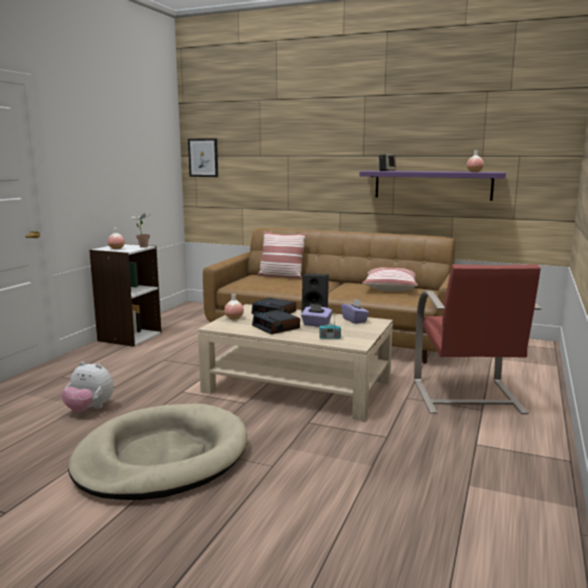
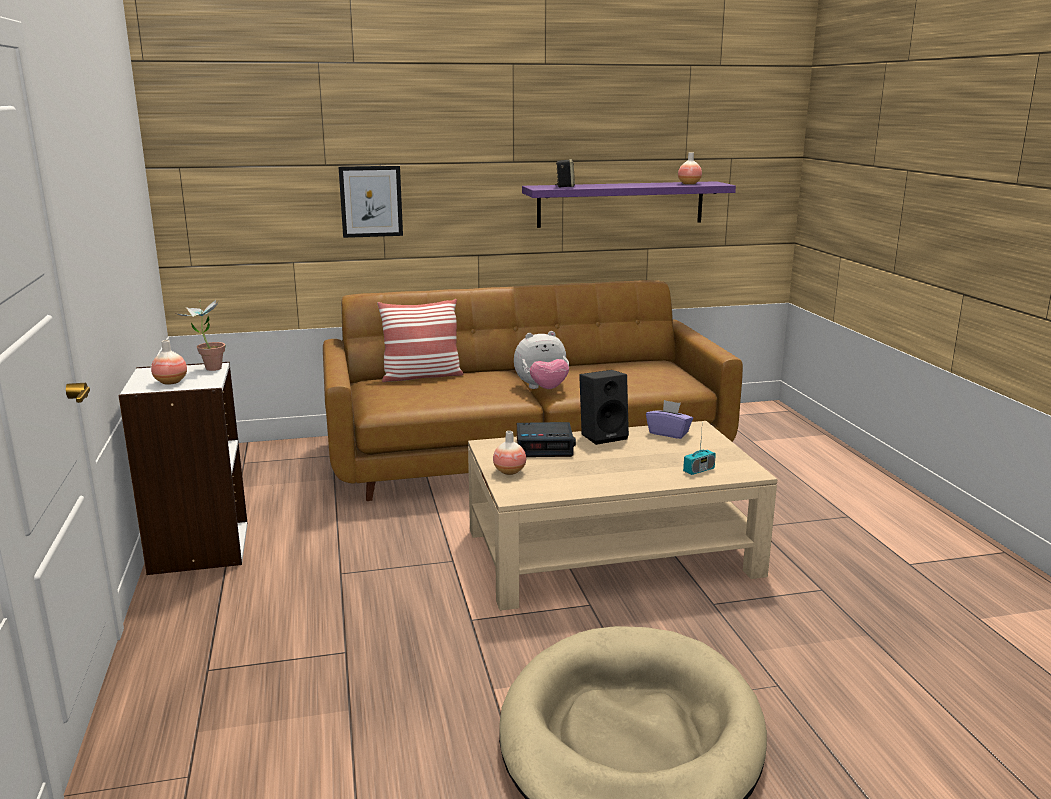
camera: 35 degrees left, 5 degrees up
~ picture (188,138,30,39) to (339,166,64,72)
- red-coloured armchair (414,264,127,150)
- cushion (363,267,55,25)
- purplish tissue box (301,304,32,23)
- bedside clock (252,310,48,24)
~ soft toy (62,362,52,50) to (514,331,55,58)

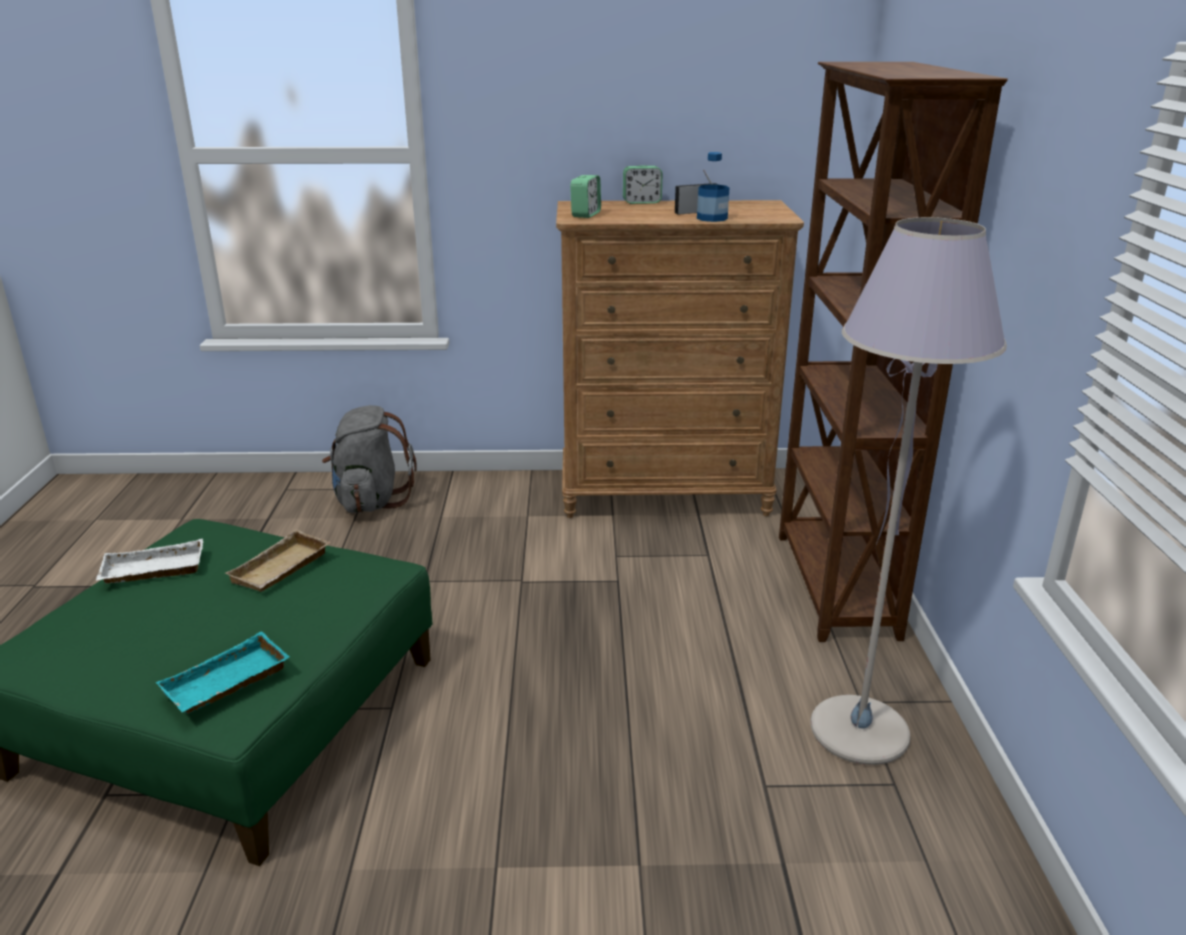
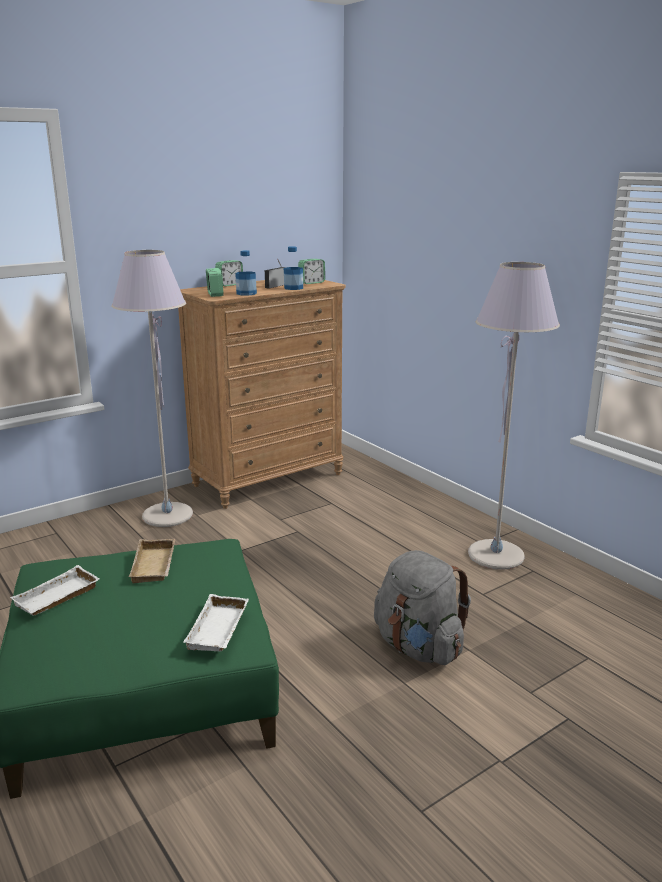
camera: 35 degrees left, 5 degrees down
- brown-coloured bookcase (779,62,229,580)
~ gray backpack (322,405,94,108) to (374,550,97,115)
~ turquoise-coloured tray (156,631,134,83) to white-coloured tray (183,594,66,58)
+ gray floor lamp (111,250,82,277)
+ beverage bottle (235,250,22,45)
+ bedside clock (298,259,27,25)

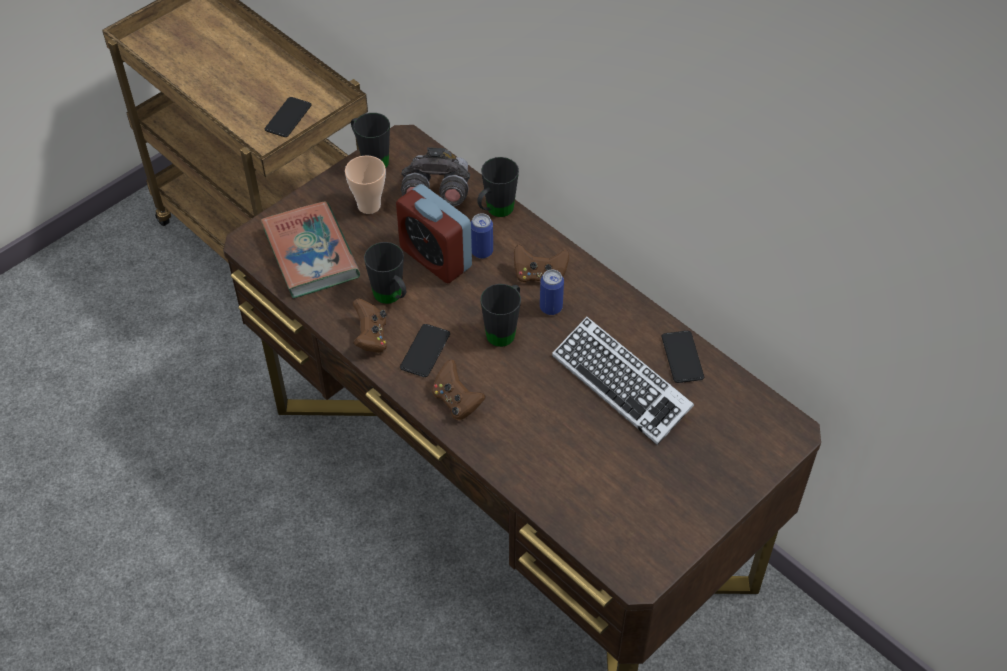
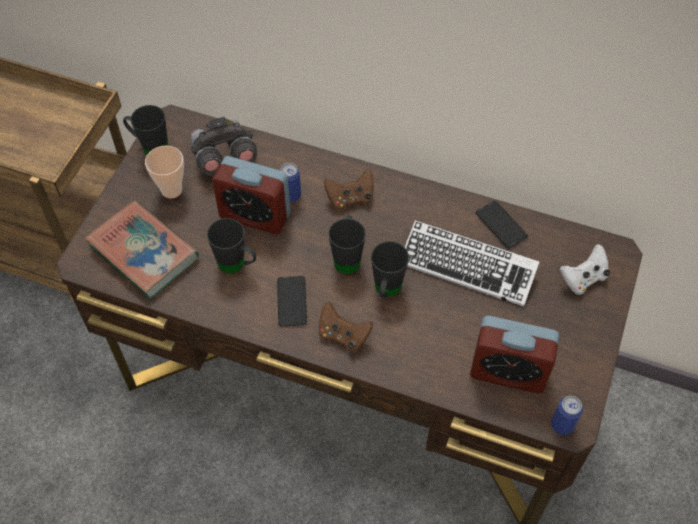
camera: 25 degrees left, 5 degrees up
- telephone (265,97,46,40)
~ black mug (477,157,42,60) to (371,241,38,57)
~ can (540,270,24,45) to (551,396,32,39)
- brown-coloured gamepad (353,298,34,55)
+ white-coloured gamepad (560,244,50,51)
+ bedside clock (470,316,89,78)

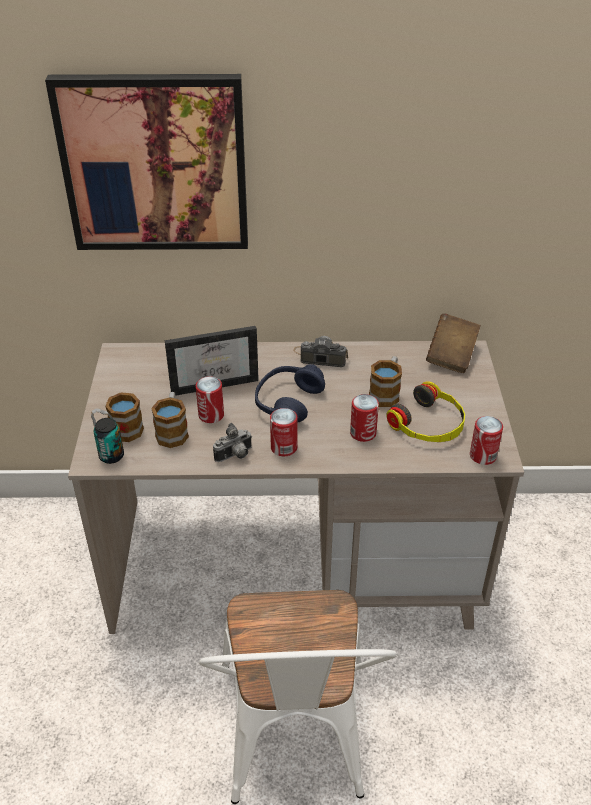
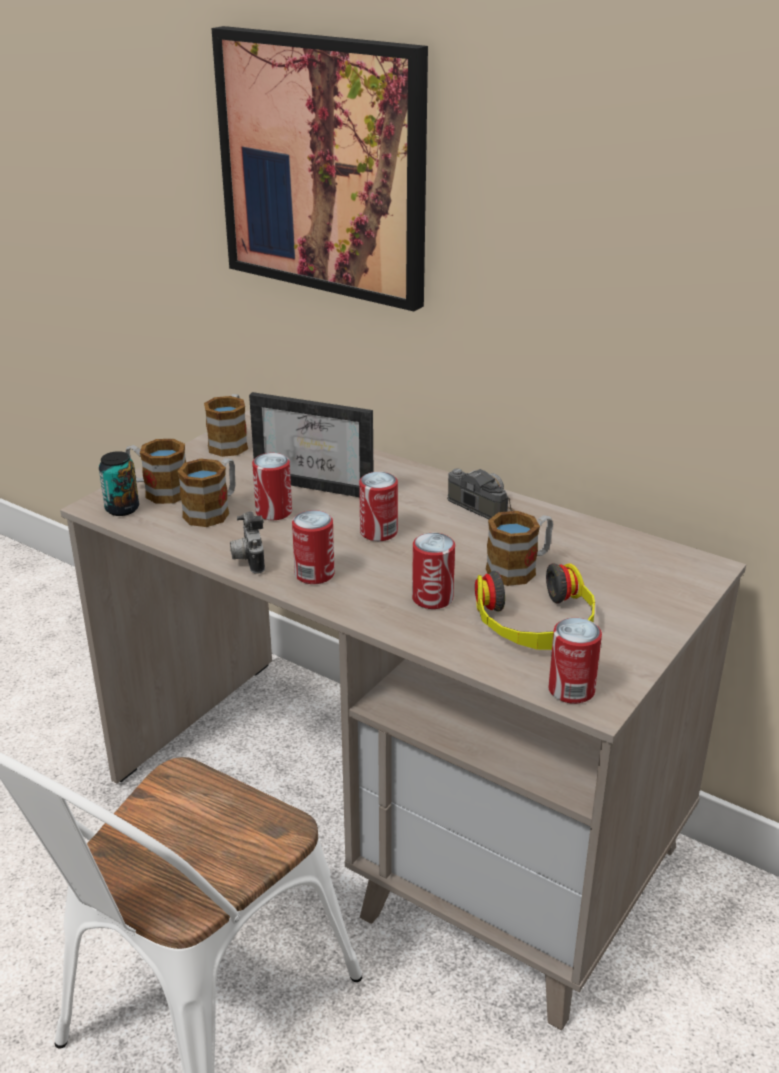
camera: 35 degrees right, 10 degrees down
- brown-coloured bound book (426,313,55,60)
~ blue headset (255,364,70,59) to can (359,472,39,69)
~ photo camera (213,423,39,39) = (230,511,35,63) 75 degrees clockwise
+ mug (204,394,44,63)

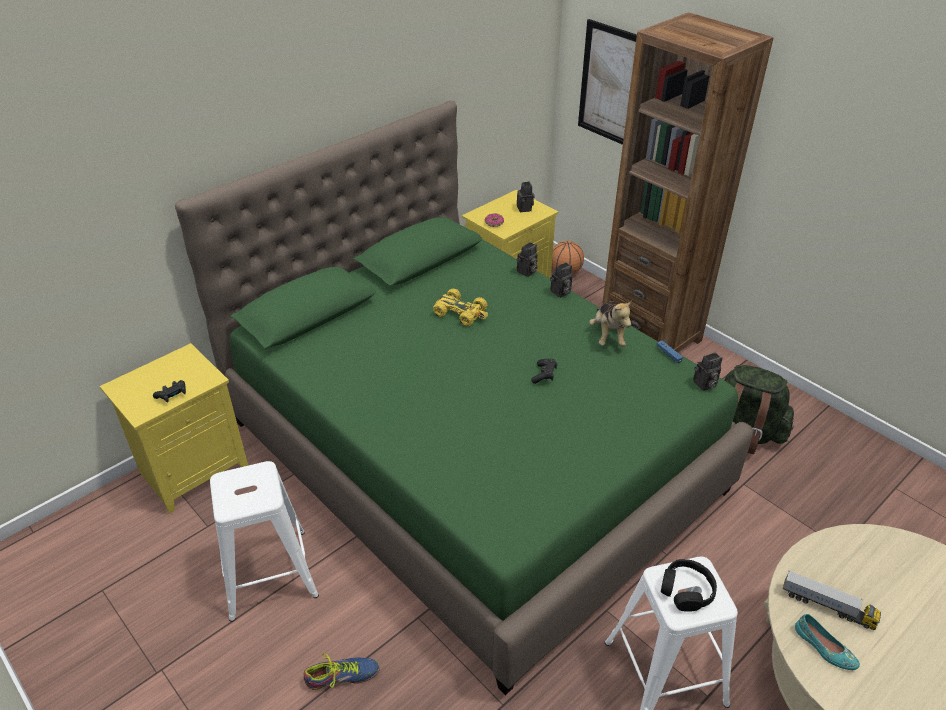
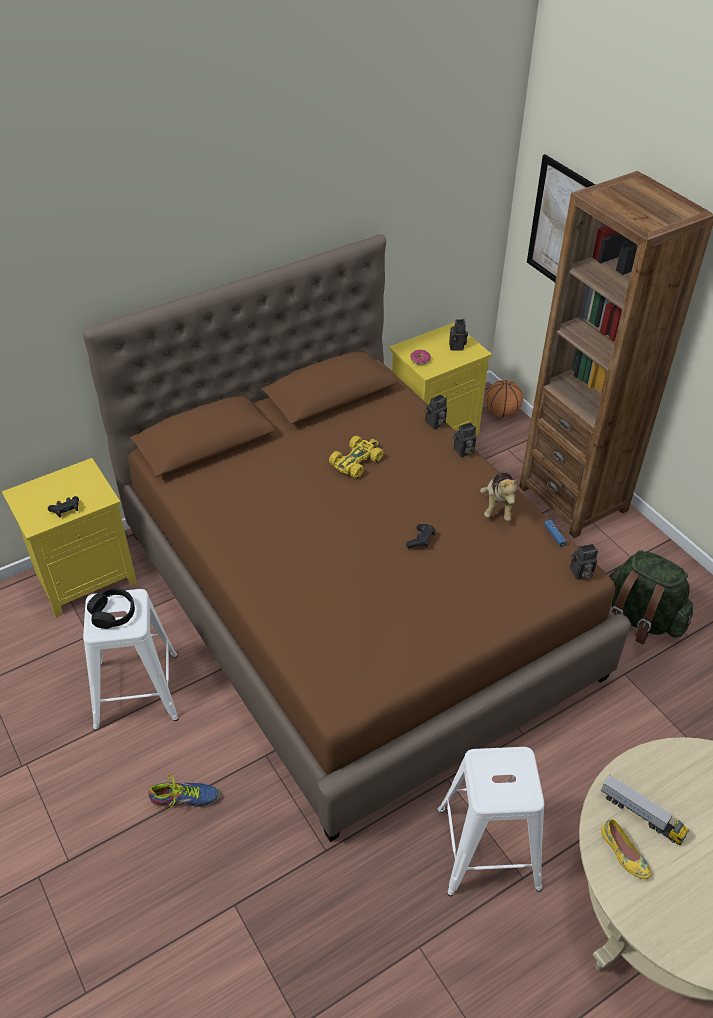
camera: 10 degrees right, 5 degrees up
~ greenish bed (175,101,579,594) to brown-coloured bed (83,234,548,608)
~ yellowish model car (433,289,55,37) = (329,436,54,42) 90 degrees counterclockwise
~ black headset (661,559,56,53) to (87,588,48,41)
~ turquoise-coloured item of footwear (795,614,65,56) to yellowish item of footwear (601,819,51,60)

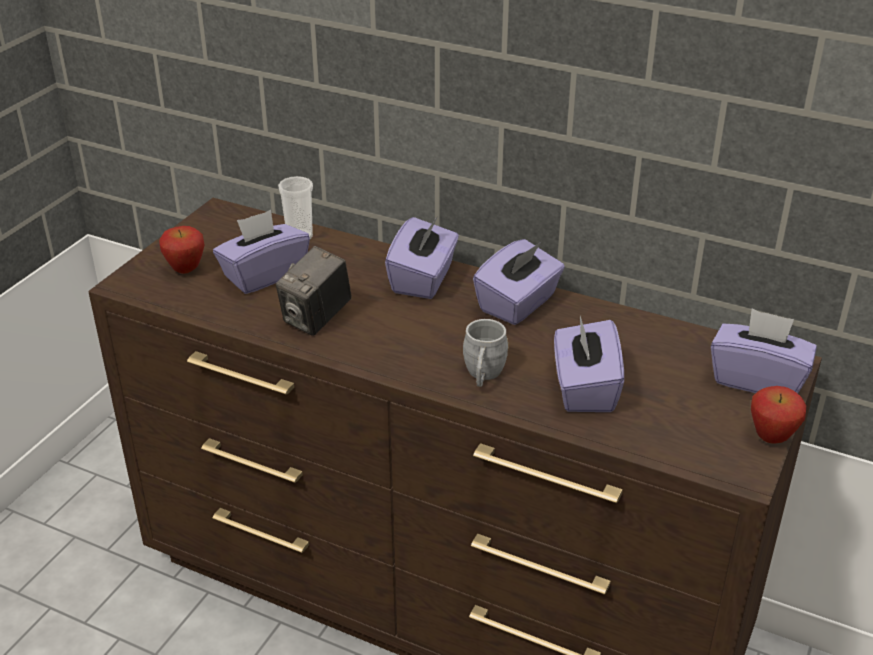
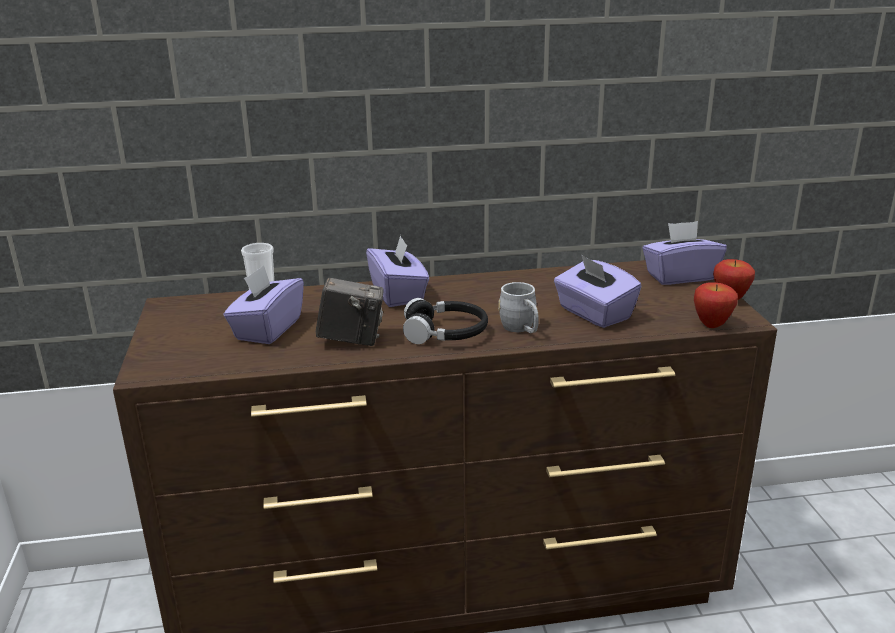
camera: 35 degrees left, 10 degrees down
~ apple (159,226,46,48) to (694,282,44,46)
- purplish tissue box (473,239,92,86)
~ photo camera (276,246,76,90) = (316,278,68,68) 90 degrees counterclockwise
+ black headset (403,298,85,46)

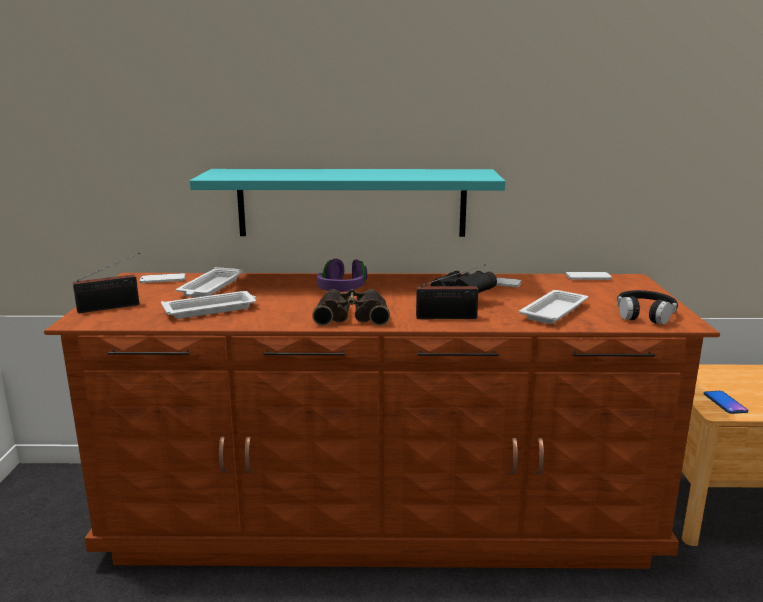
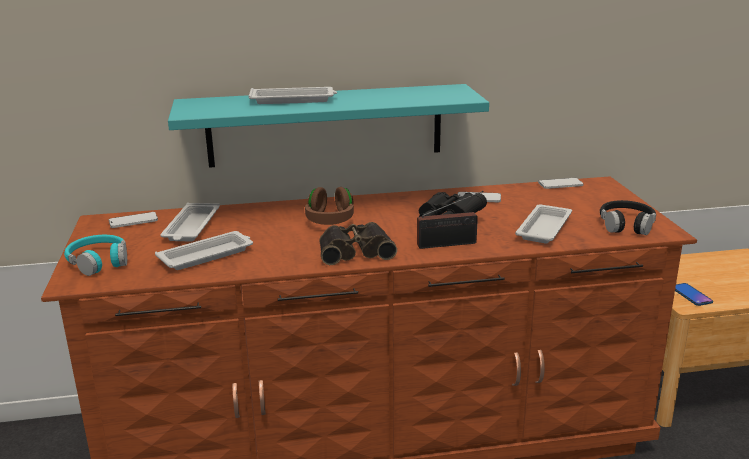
camera: 10 degrees left, 5 degrees up
~ radio set (73,253,67,60) to turquoise-coloured headset (64,235,63,41)
~ purplish headset (317,259,50,33) to brown-coloured headset (305,187,49,38)
+ white-coloured tray (249,87,88,17)

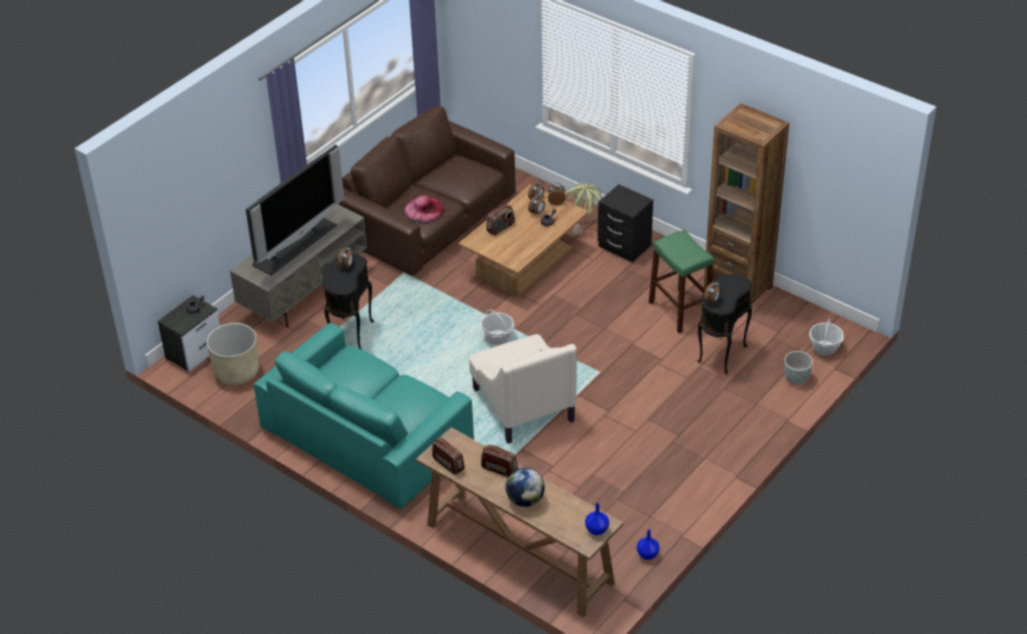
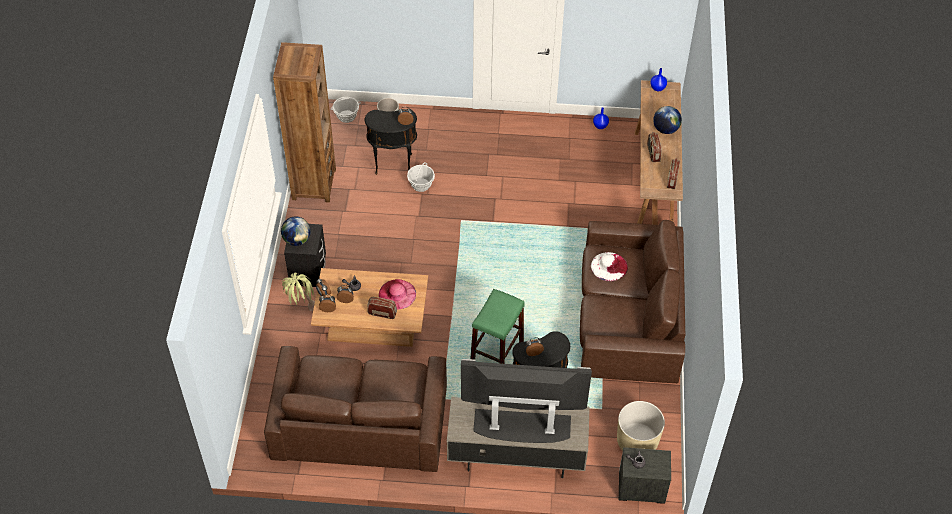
camera: 125 degrees left, 10 degrees up
~ pink-coloured wearable hat (405,195,40,27) to (379,279,37,31)
~ greenish stool (649,230,65,103) to (470,289,55,75)
~ household basket (481,310,33,35) to (407,162,28,30)
~ turquoise-coloured couch (254,323,220,186) to brown-coloured couch (580,220,105,163)
- beige armchair (469,334,108,110)
+ world globe (281,217,30,29)
+ white-coloured wearable hat (591,252,37,29)

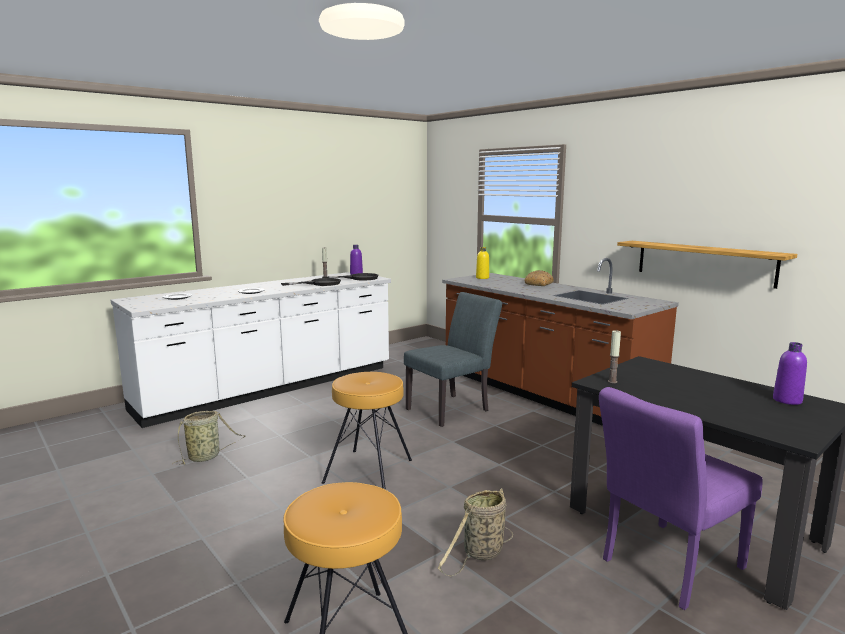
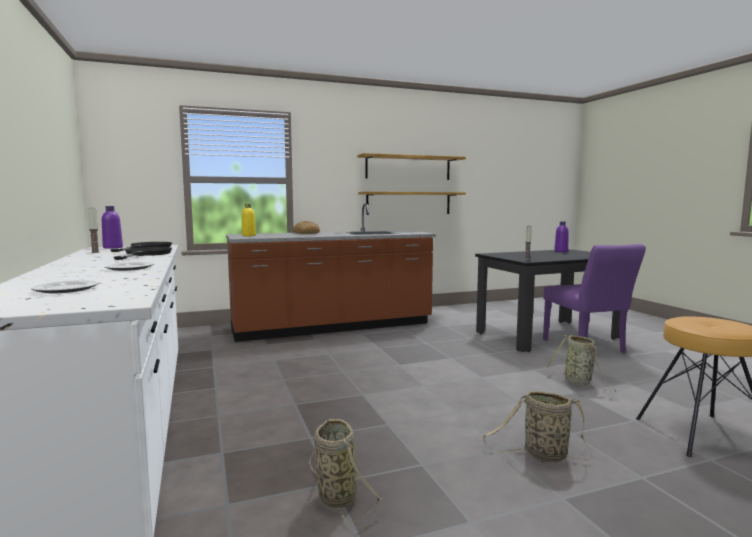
camera: 70 degrees left, 5 degrees down
- gray upright chair (404,292,98,135)
- brown-coloured stool (322,372,90,118)
+ bracket shelf (357,153,109,27)
+ household basket (482,391,110,71)

